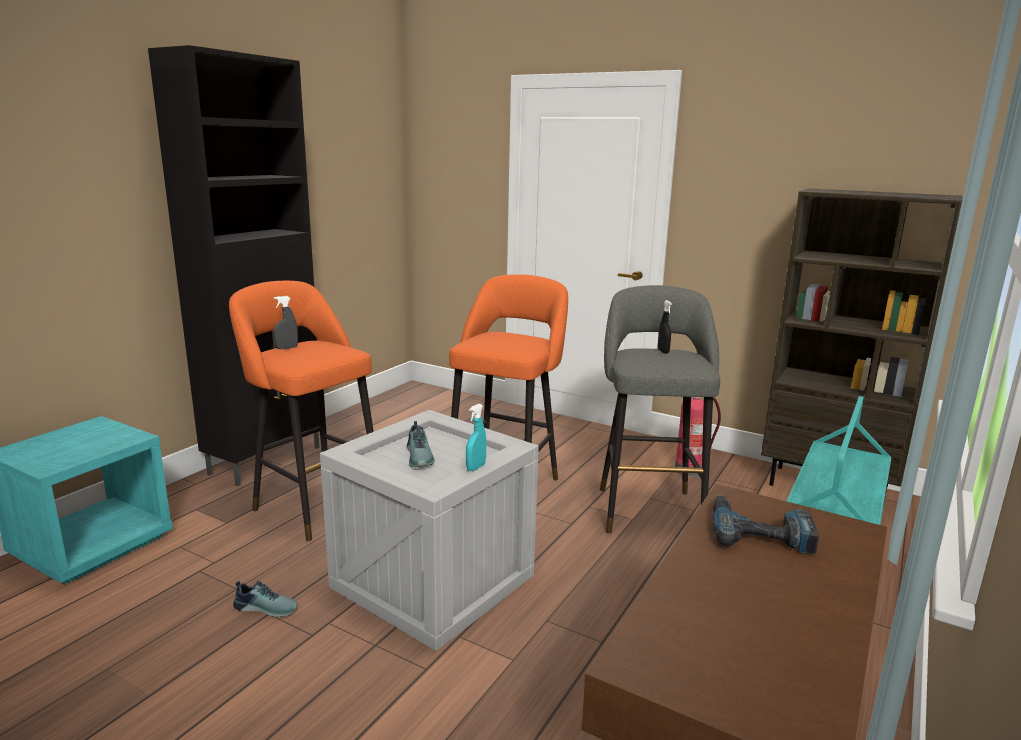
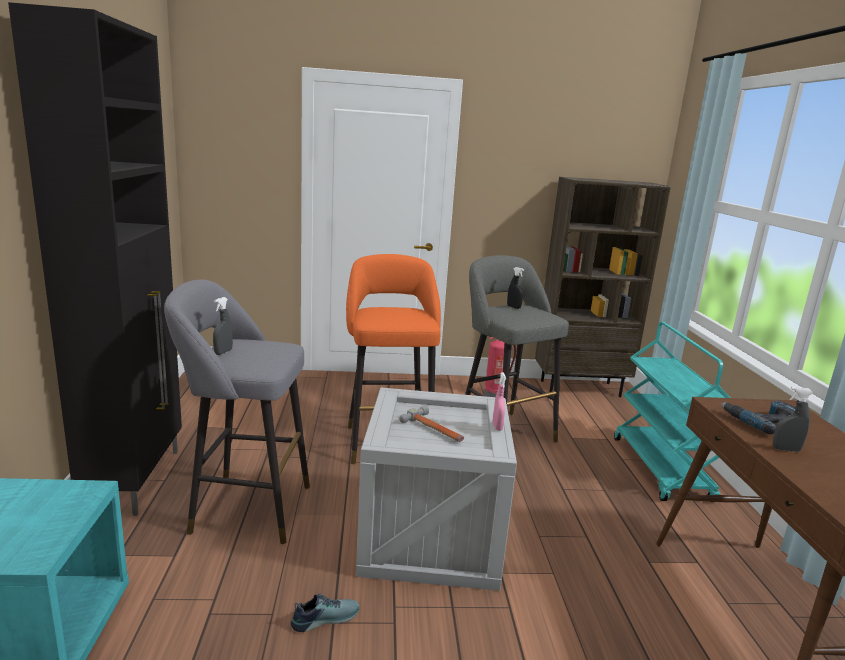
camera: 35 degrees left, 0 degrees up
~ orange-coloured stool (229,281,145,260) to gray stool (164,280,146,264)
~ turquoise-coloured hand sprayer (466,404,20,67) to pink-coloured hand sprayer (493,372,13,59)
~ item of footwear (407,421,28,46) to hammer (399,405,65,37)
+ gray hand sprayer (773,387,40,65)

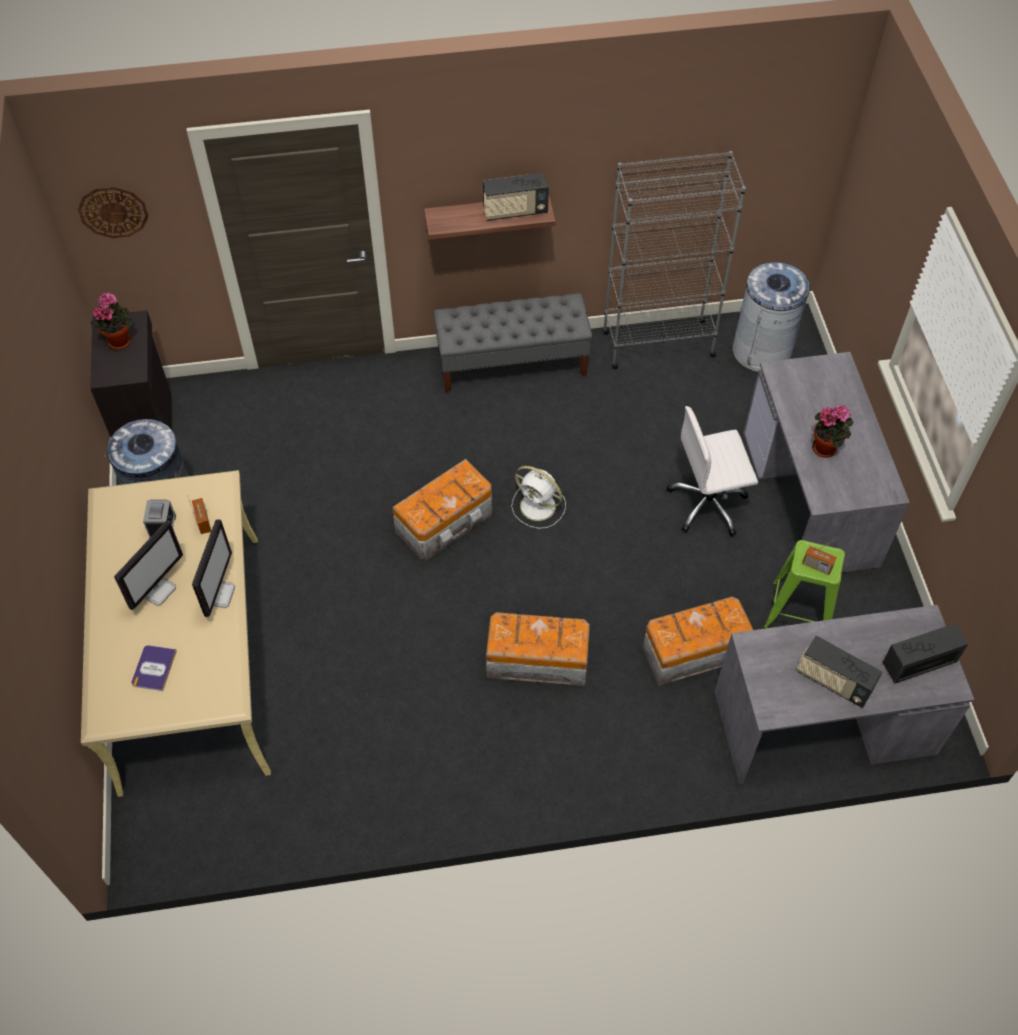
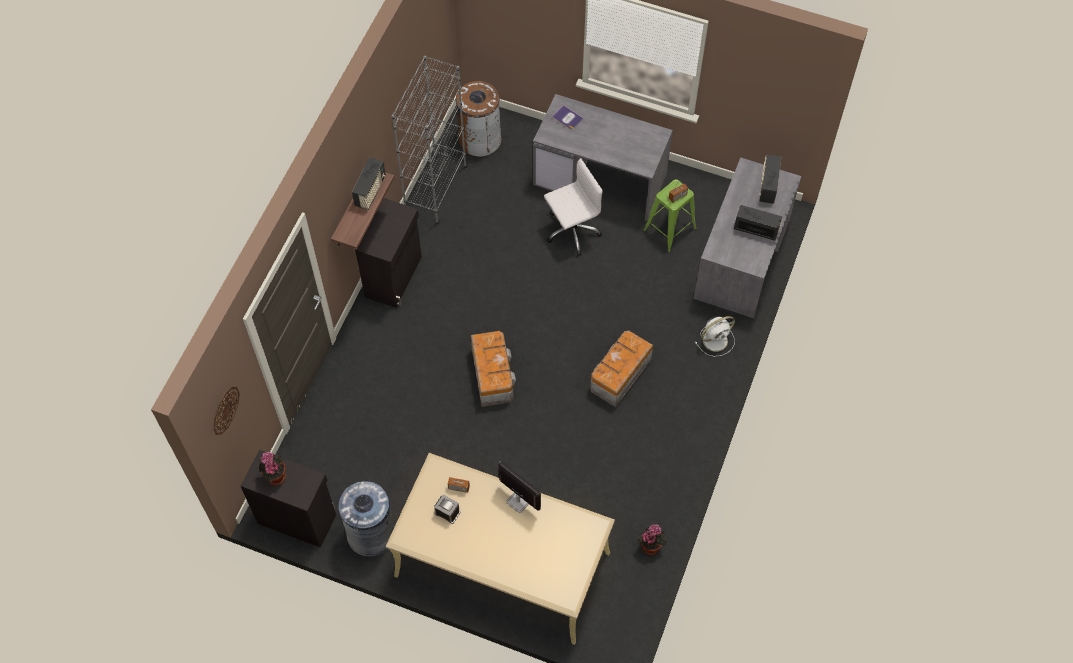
camera: 60 degrees left, 5 degrees up
~ gray rubbish bin (732,262,78,110) to brown-coloured rubbish bin (456,81,45,76)
~ gray bench (433,293,159,100) to black cabinet (355,198,67,110)
~ plant in a pot (812,405,42,53) to (638,524,29,32)
~ white-coloured computer chair (667,406,91,131) = (544,158,59,98) 135 degrees counterclockwise
~ white-coloured electric fan (511,466,55,63) to (695,316,40,41)
- computer screen (114,520,69,90)
- storage container (643,597,110,89)
~ radio set (797,635,85,73) = (734,205,49,36) 135 degrees counterclockwise
~ bound book (132,645,45,46) to (553,105,31,25)

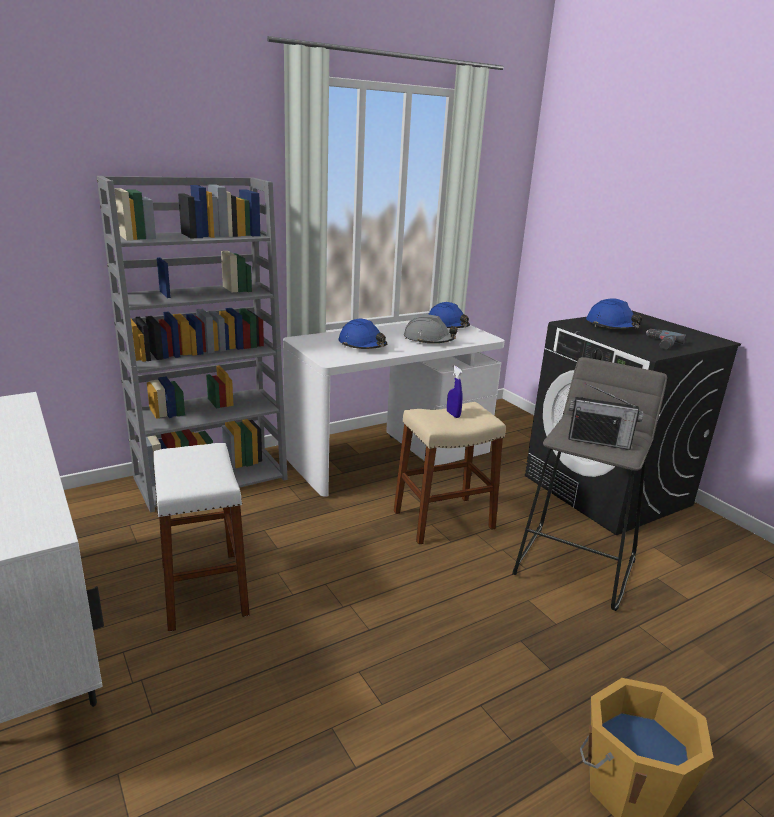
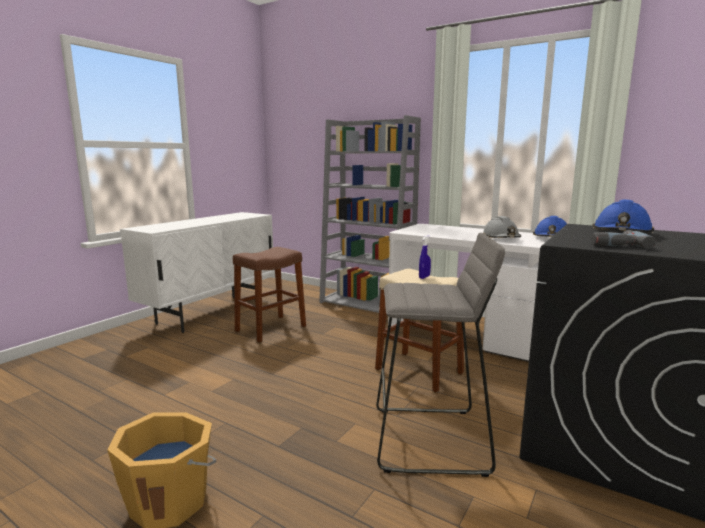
camera: 65 degrees right, 10 degrees down
- blue work helmet (338,318,49,31)
- radio set (568,383,75,67)
~ white-coloured stool (153,443,97,189) to brown-coloured stool (233,247,73,96)

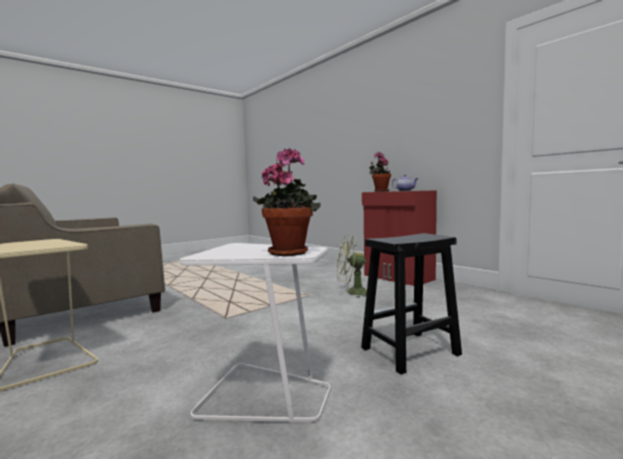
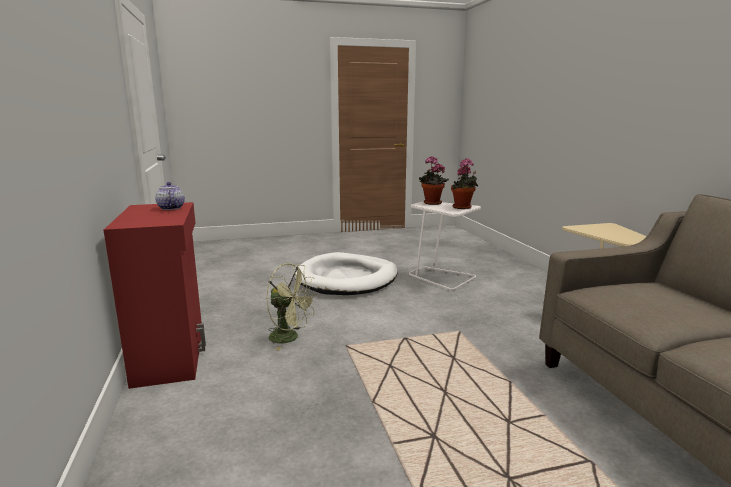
camera: 155 degrees left, 10 degrees up
~ plant in a pot (369,152,22,40) to (451,158,27,51)
~ black stool (361,233,101,142) to white-coloured dog bed (294,252,104,43)

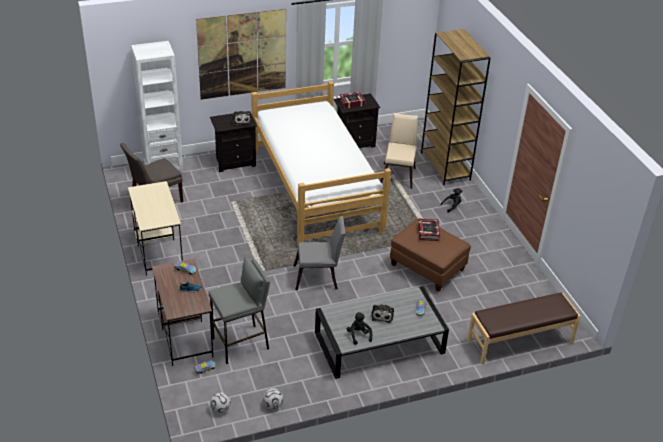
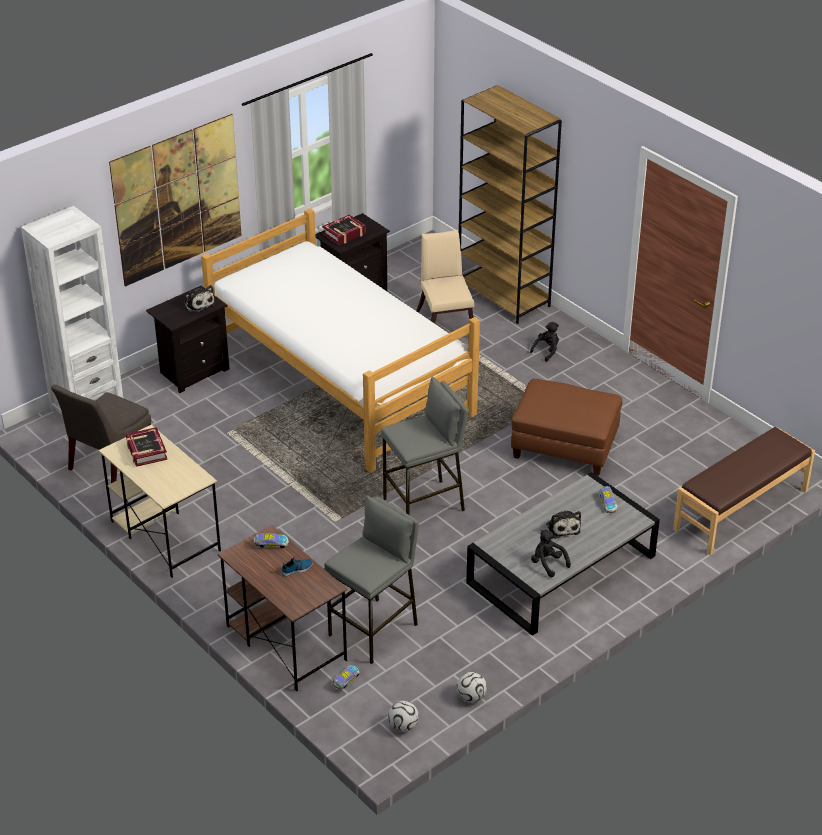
camera: 20 degrees left, 0 degrees up
~ gray upright chair (294,216,52,74) to gray stool (381,377,88,138)
~ bound book (418,219,22,22) to (126,427,41,40)

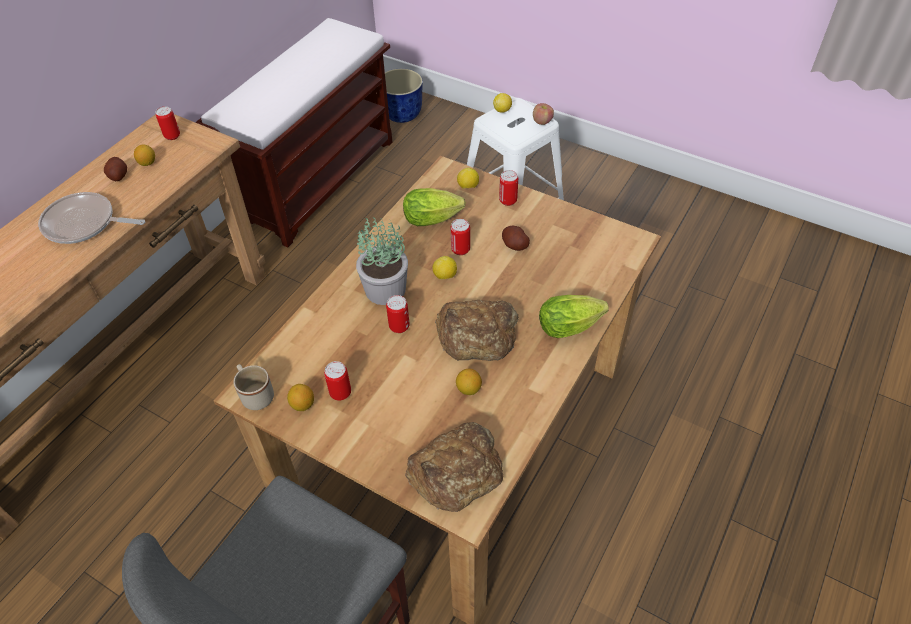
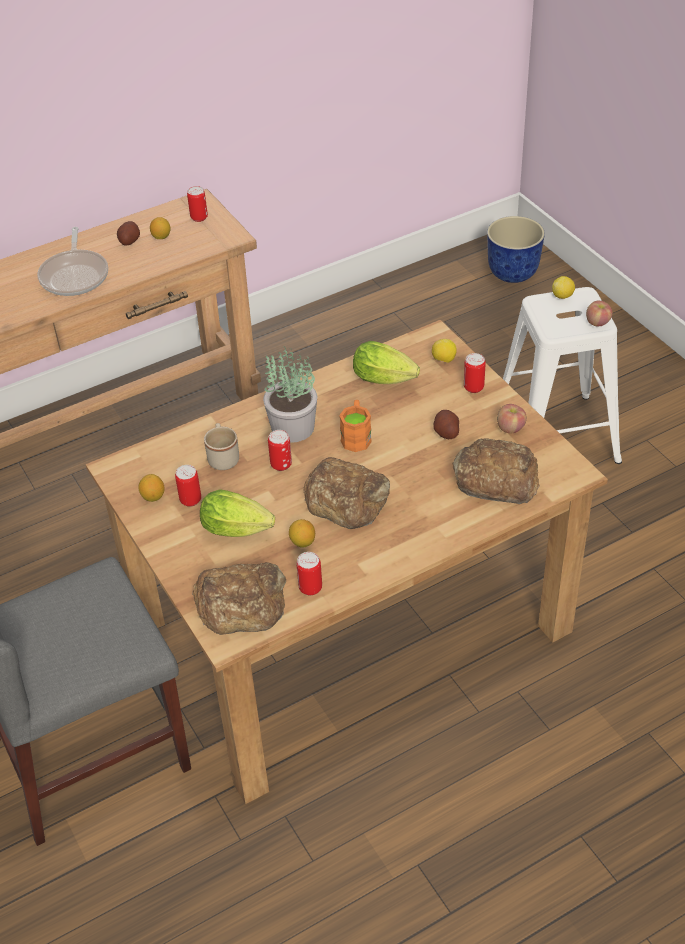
camera: 30 degrees right, 5 degrees down
- brown-coloured bench (195,18,197,230)
~ skillet (38,192,107,52) = (37,227,71,69) 135 degrees counterclockwise
~ can (451,219,19,36) to (297,552,25,43)
~ whole lemon (432,256,25,24) to orange-coloured mug (339,400,33,52)
~ head of lettuce (539,295,70,43) to (200,489,75,48)
~ beige mug (233,364,41,46) to (204,423,35,47)
+ apple (497,404,30,30)
+ bread (452,438,88,66)

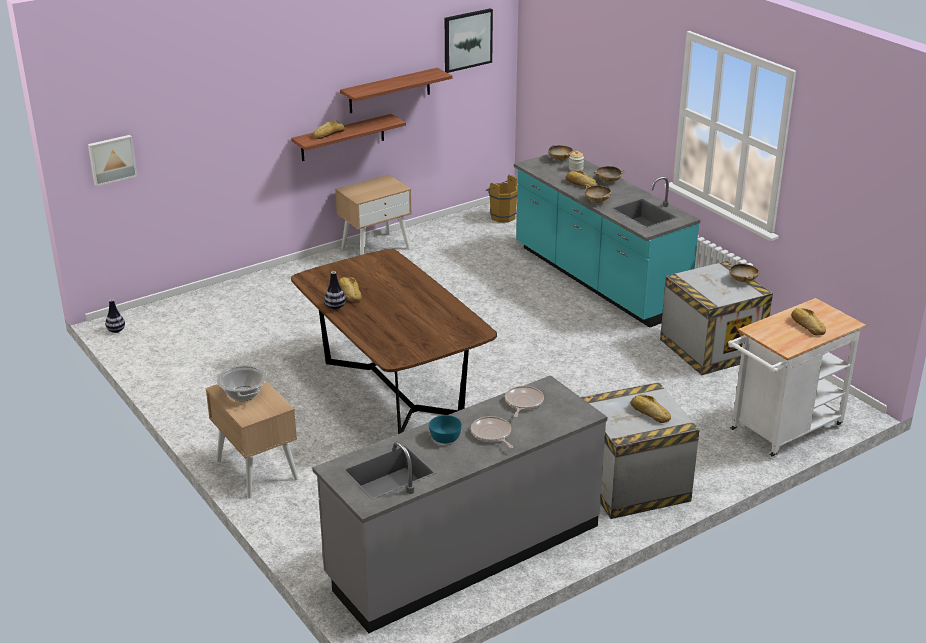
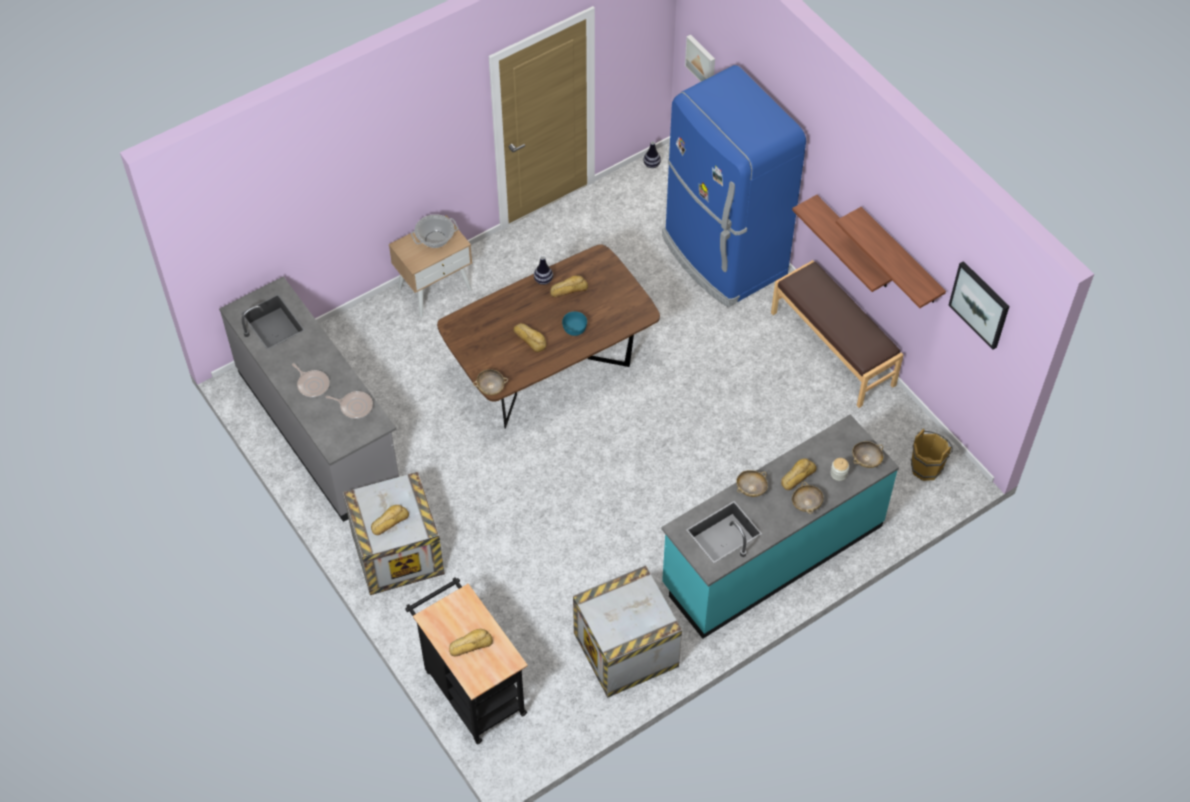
camera: 90 degrees right, 25 degrees up
~ bread (313,121,32,18) to (513,323,33,29)
~ beige night table (335,175,77,80) to brown-coloured bench (771,260,133,148)
~ beige deep dish (729,262,30,20) to (473,369,35,26)
~ white-coloured wheeled cart (728,298,138,160) to black wheeled cart (406,578,122,166)
~ turquoise-coloured deep dish (429,415,33,28) to (562,312,25,24)
~ skillet (471,416,42,32) = (292,363,37,34) 75 degrees clockwise
+ blue fridge (662,65,144,242)

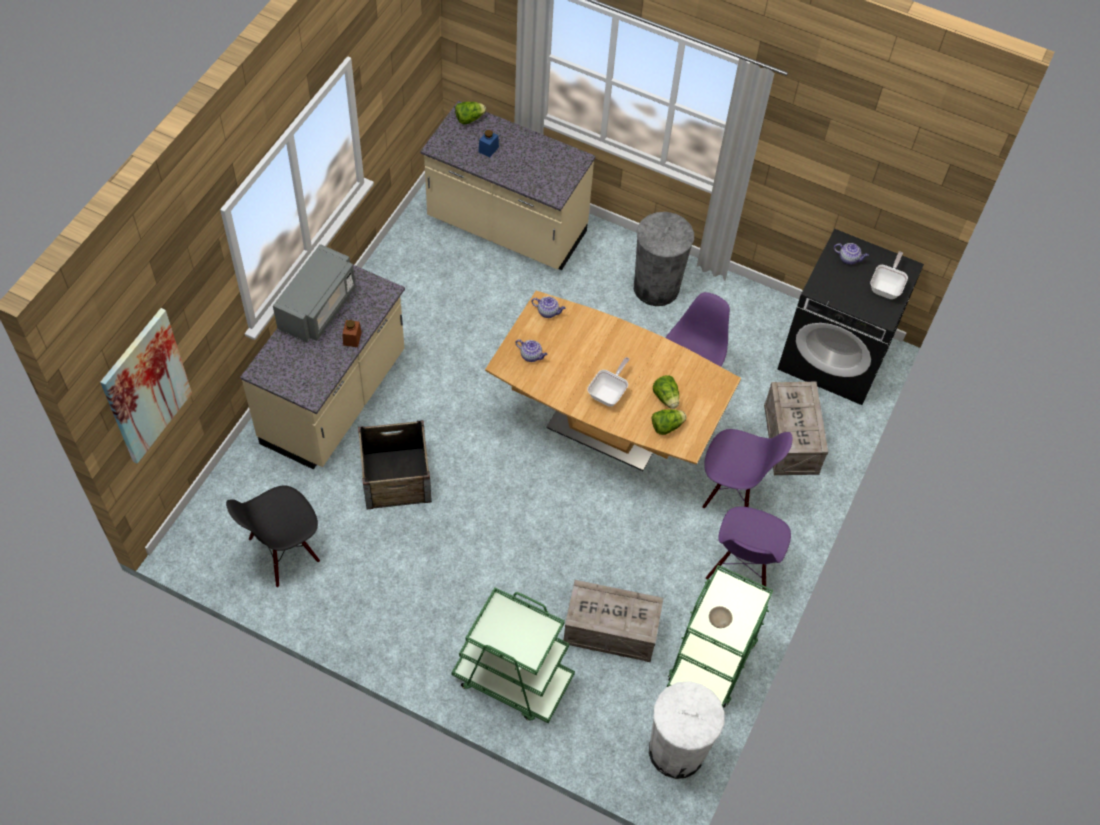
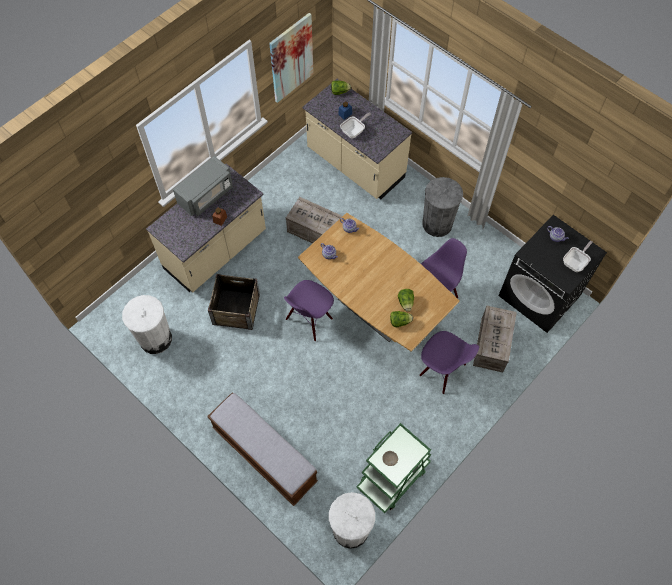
camera: 20 degrees right, 5 degrees up
~ picture (100,308,92,155) to (269,13,45,90)
~ skillet (587,357,43,50) to (340,113,31,26)
~ black upright chair (226,485,94,102) to white-coloured rubbish bin (122,295,50,59)
~ purplish upright chair (706,506,85,84) to (284,280,50,61)
~ packing crate (563,580,100,82) to (286,197,56,47)
~ greenish wheeled cart (451,587,124,136) to bench (207,392,111,114)

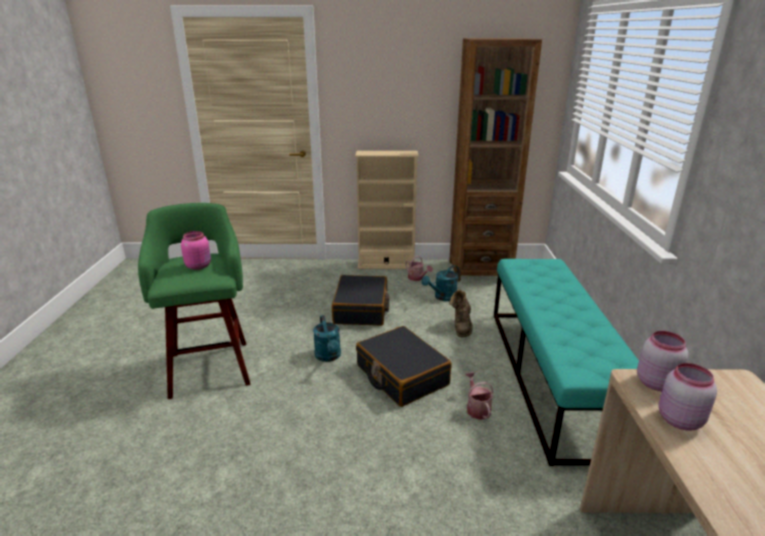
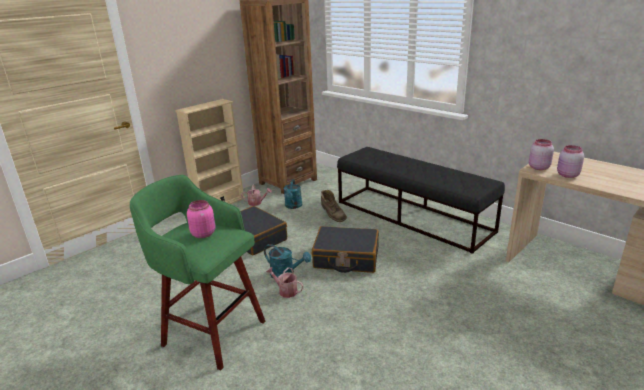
camera: 45 degrees left, 0 degrees up
~ turquoise-coloured bench (494,259,145,207) to black bench (337,147,168,107)
~ watering pot (465,372,29,48) to (266,267,37,31)

